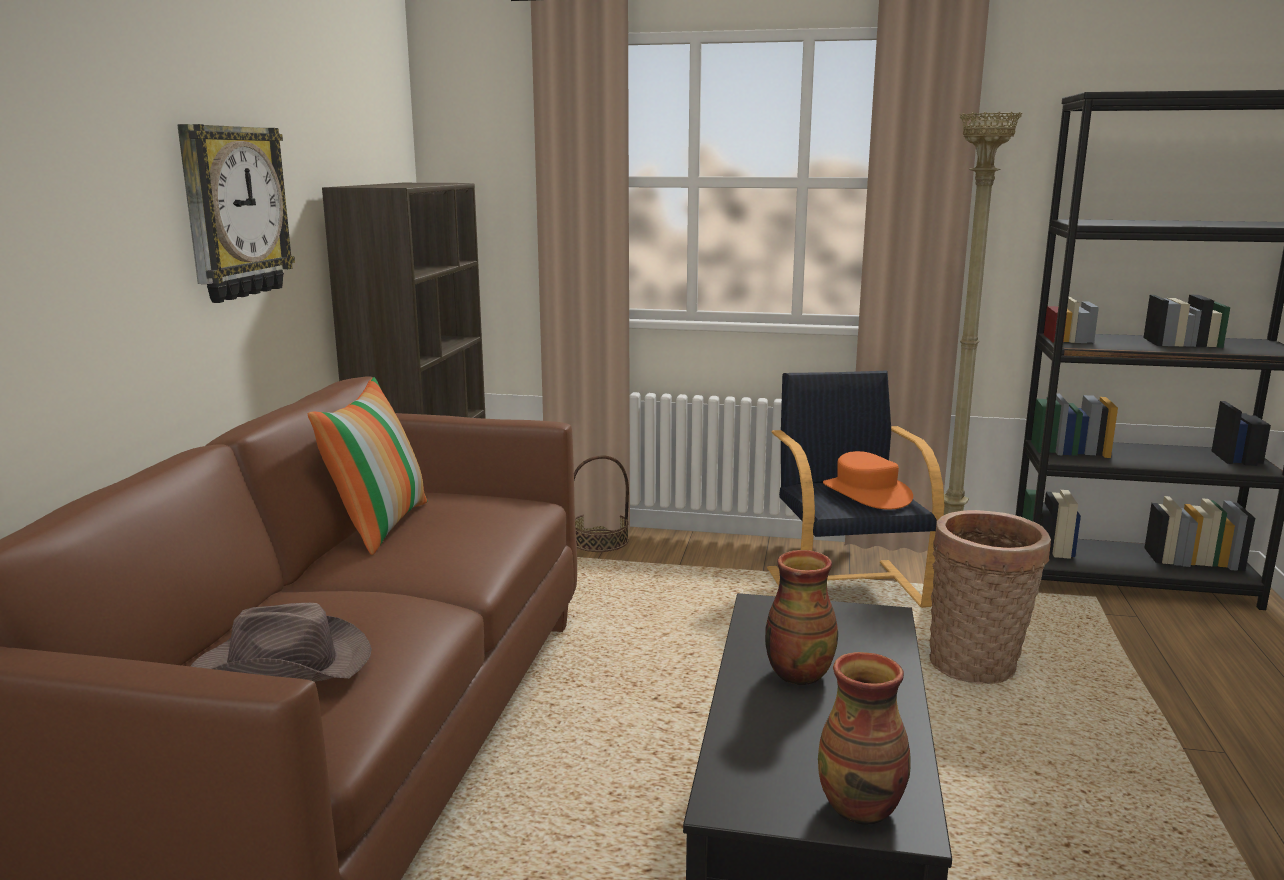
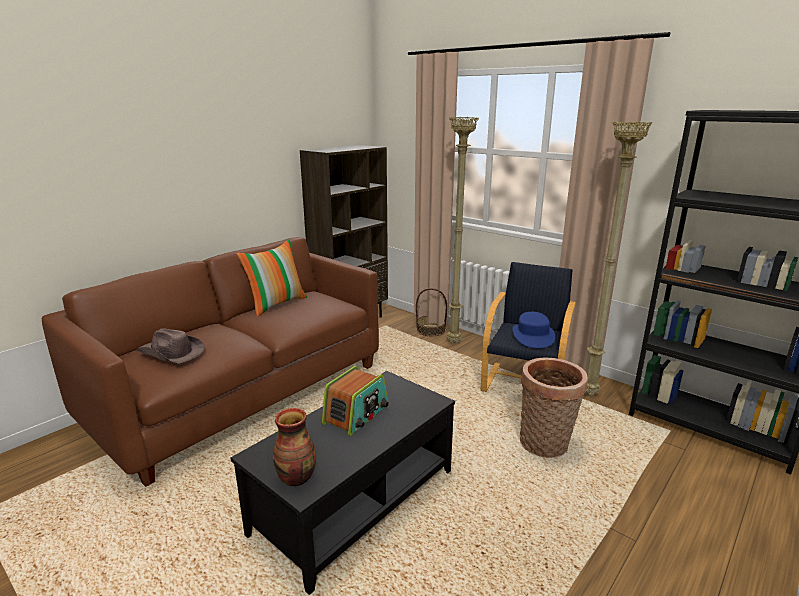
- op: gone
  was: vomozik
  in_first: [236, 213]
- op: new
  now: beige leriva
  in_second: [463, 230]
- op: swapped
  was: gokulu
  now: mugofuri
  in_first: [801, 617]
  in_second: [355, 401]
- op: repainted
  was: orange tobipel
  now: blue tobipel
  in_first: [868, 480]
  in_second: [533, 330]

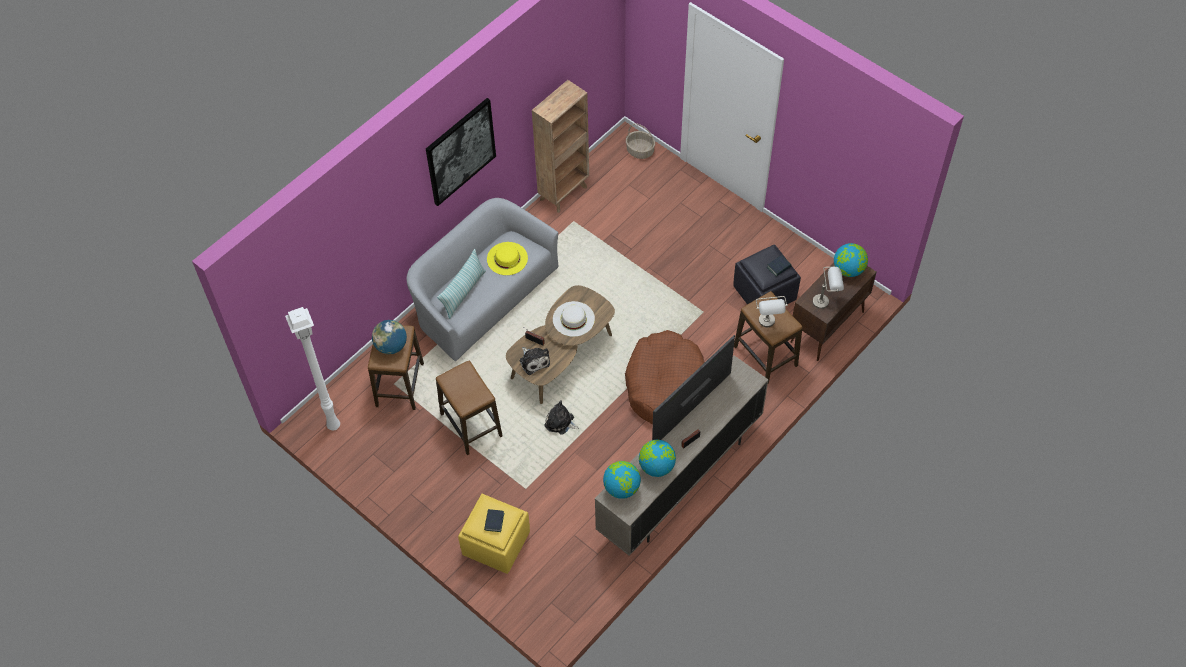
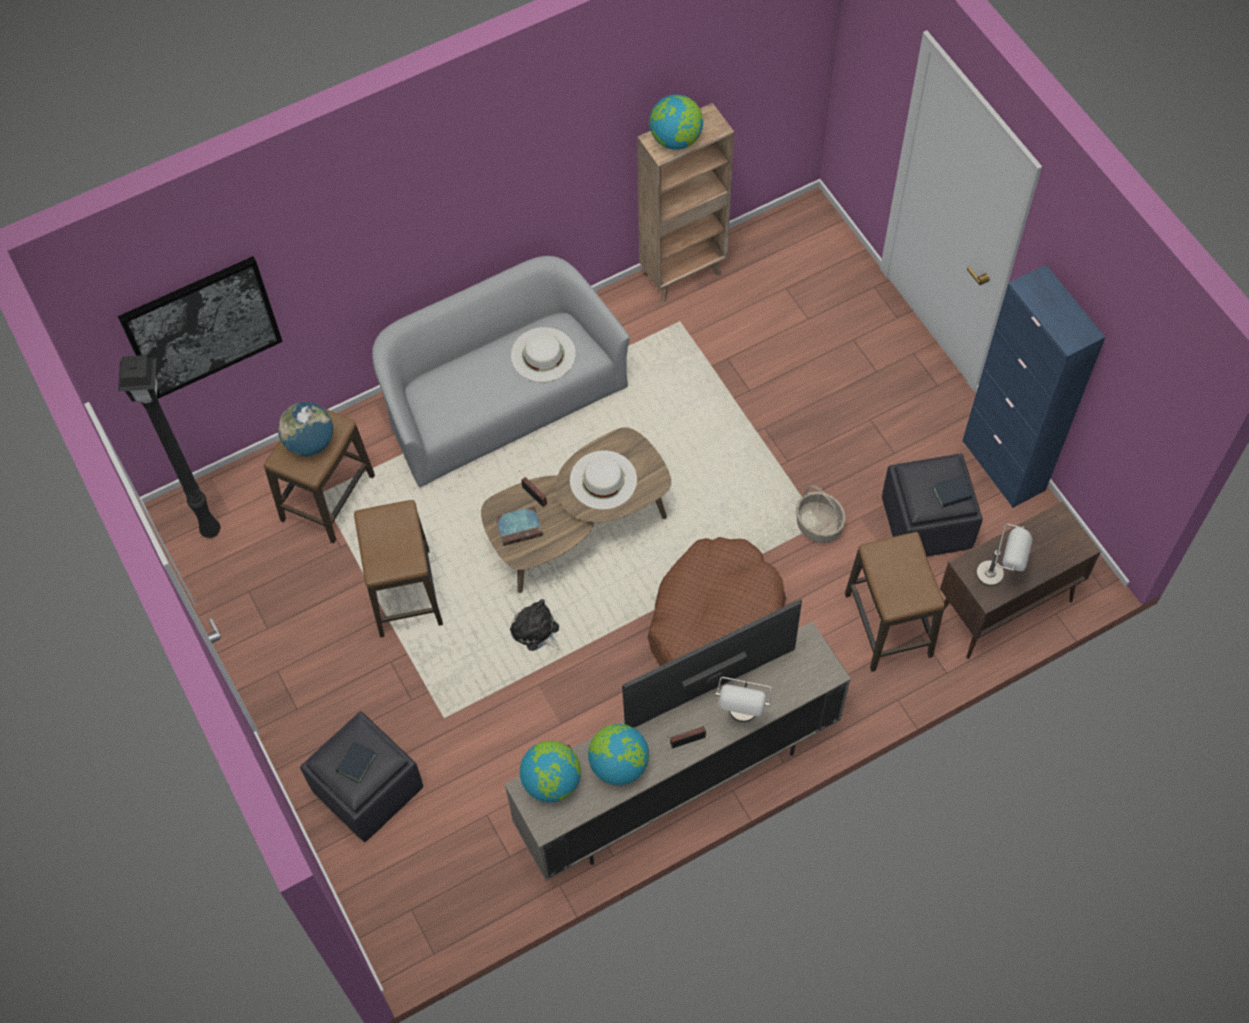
- op: gone
  was: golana
  in_first: [461, 284]
- op: new
  now: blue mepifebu
  in_second: [1033, 386]
- op: shifted
  was: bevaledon
  in_first: [461, 152]
  in_second: [200, 327]
- op: shifted
  was: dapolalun
  in_first: [640, 141]
  in_second: [821, 514]
- op: shifted
  was: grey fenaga
  in_first: [772, 311]
  in_second: [743, 699]
- op: shifted
  was: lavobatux
  in_first: [851, 260]
  in_second: [676, 122]
- op: swapped
  was: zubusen
  now: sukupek
  in_first: [534, 361]
  in_second: [519, 526]
- op: repainted
  was: white leriva
  now: black leriva
  in_first: [312, 369]
  in_second: [169, 446]
- op: repainted
  was: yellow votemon
  now: black votemon
  in_first: [494, 534]
  in_second: [361, 776]
- op: repainted
  was: yellow tobipel
  now: white tobipel
  in_first: [507, 258]
  in_second: [543, 354]

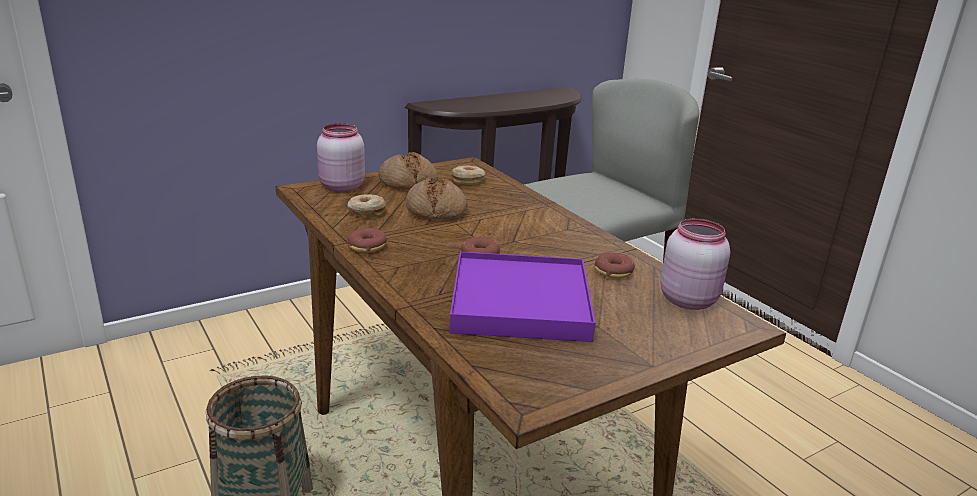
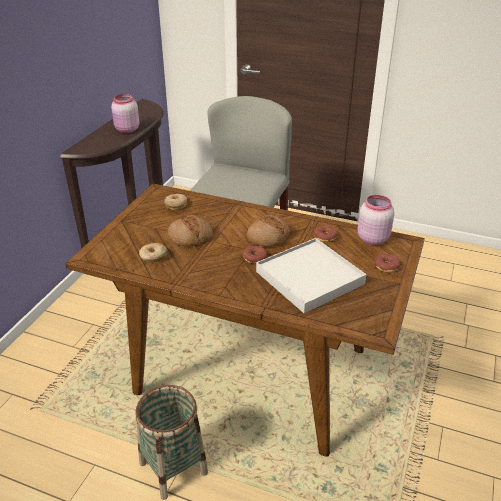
- op: shifted
  was: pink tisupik
  in_first: [341, 157]
  in_second: [125, 113]
- op: shifted
  was: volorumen
  in_first: [367, 240]
  in_second: [387, 263]
- op: shifted
  was: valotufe
  in_first: [408, 171]
  in_second: [268, 231]
- op: repainted
  was: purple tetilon
  now: white tetilon
  in_first: [522, 297]
  in_second: [311, 275]

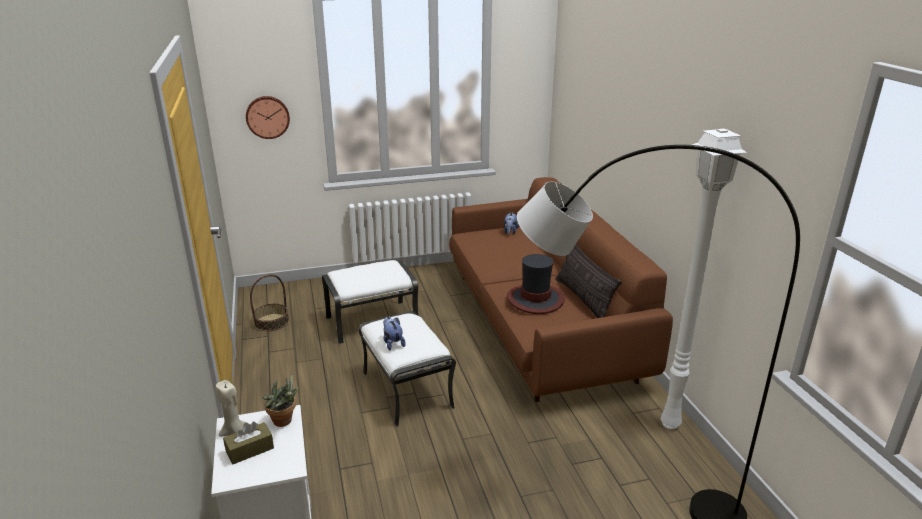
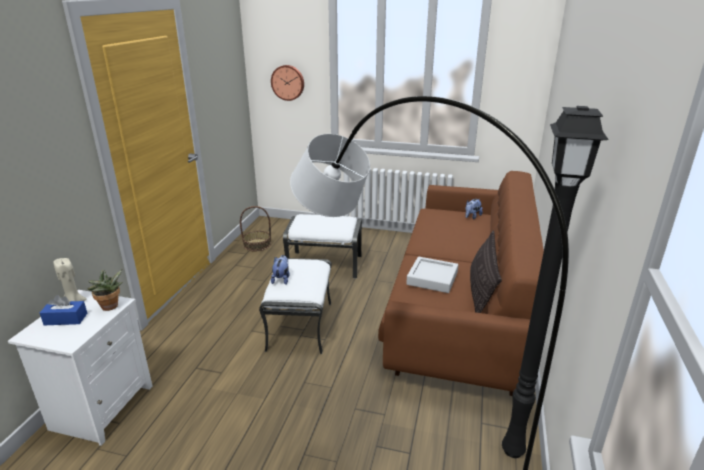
- op: swapped
  was: tobipel
  now: grey tetilon
  in_first: [536, 284]
  in_second: [432, 275]
- op: repainted
  was: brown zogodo
  now: blue zogodo
  in_first: [248, 443]
  in_second: [63, 310]
- op: repainted
  was: white leriva
  now: black leriva
  in_first: [704, 279]
  in_second: [555, 282]

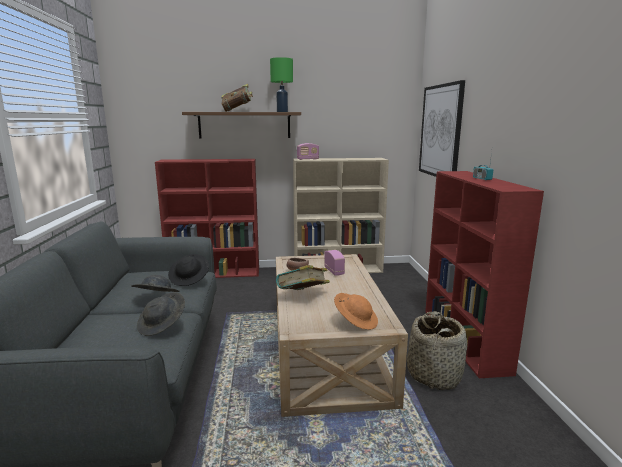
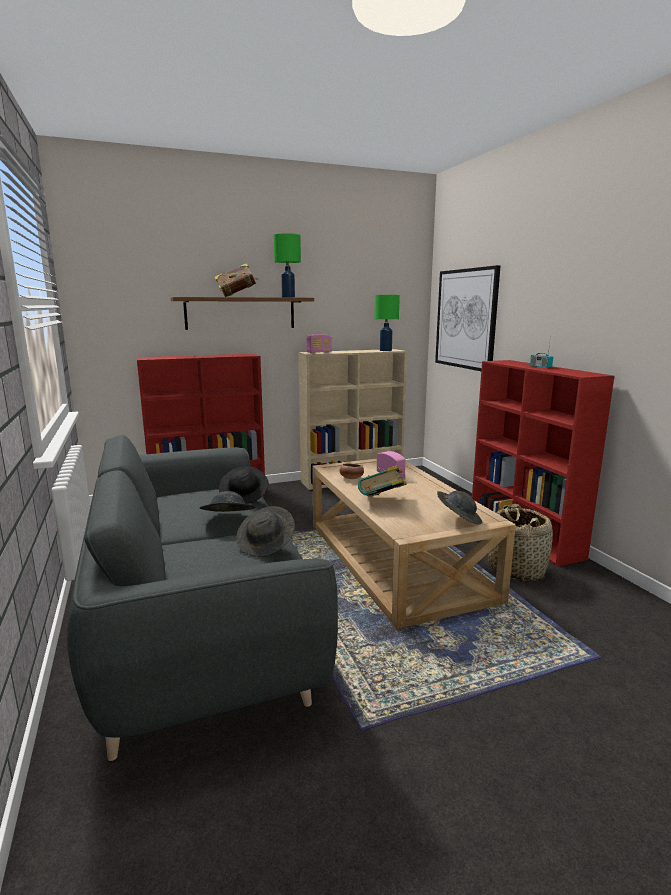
- op: new
  now: green fenaga
  in_second: [387, 323]
- op: repainted
  was: orange tobipel
  now: grey tobipel
  in_first: [356, 311]
  in_second: [459, 508]

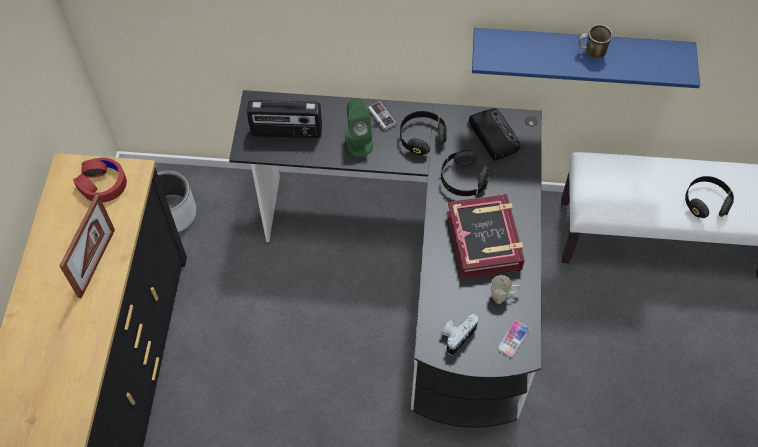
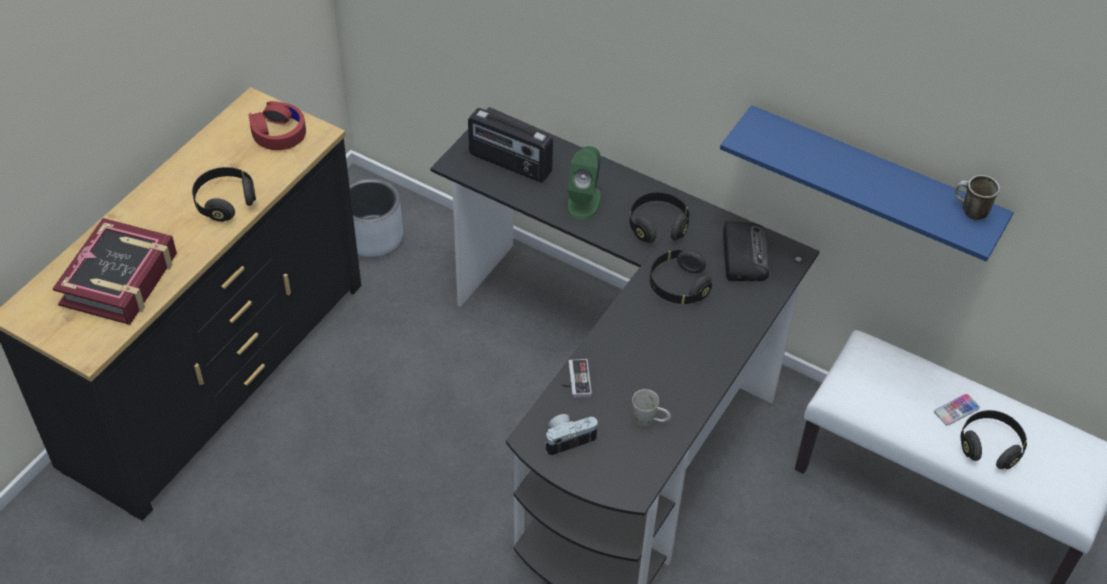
- op: shifted
  was: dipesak
  in_first: [382, 116]
  in_second: [577, 378]
- op: shifted
  was: sukupek
  in_first: [486, 236]
  in_second: [115, 271]
- op: shifted
  was: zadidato
  in_first: [513, 338]
  in_second: [957, 410]
- op: shifted
  was: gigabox
  in_first: [595, 41]
  in_second: [977, 197]
- op: swapped
  was: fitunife
  now: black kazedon
  in_first: [87, 247]
  in_second: [224, 194]

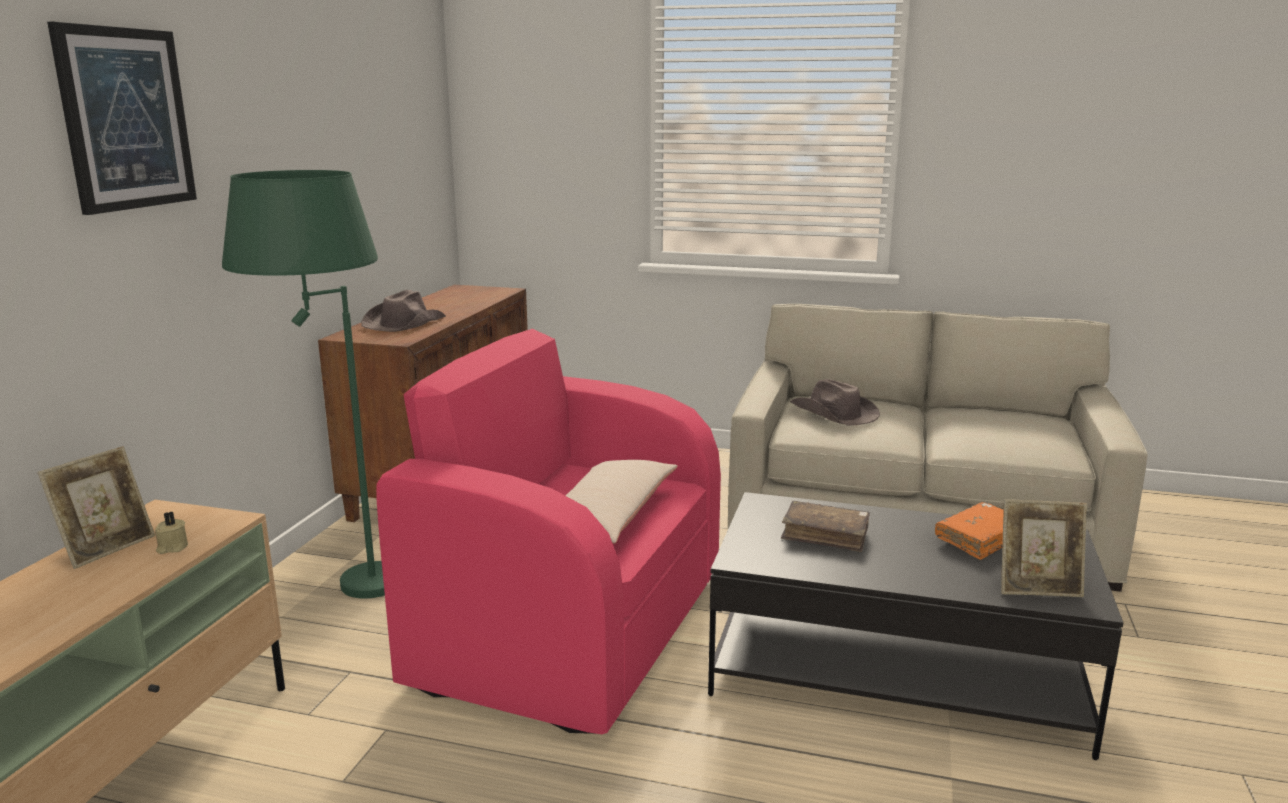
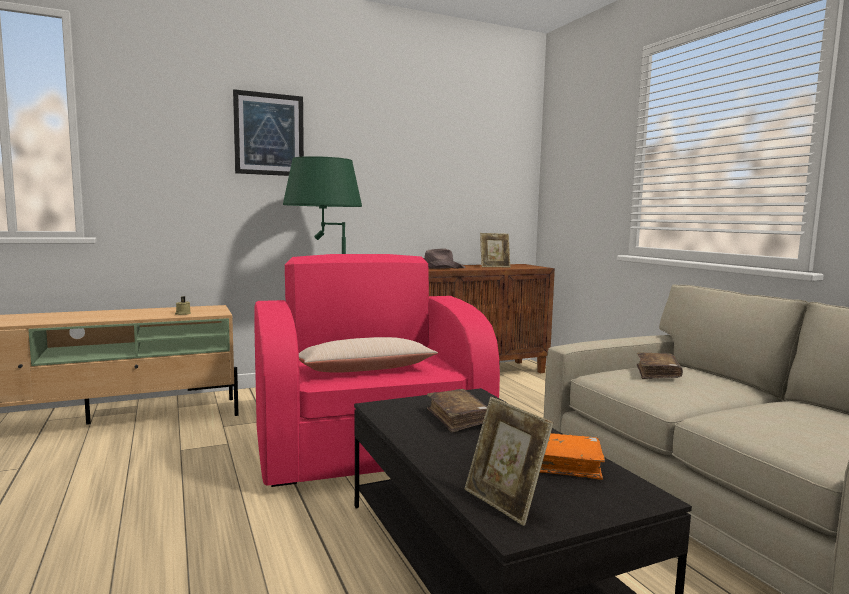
- op: shifted
  was: fitunife
  in_first: [96, 507]
  in_second: [495, 250]
- op: swapped
  was: brown tobipel
  now: brown sukupek
  in_first: [835, 402]
  in_second: [660, 365]

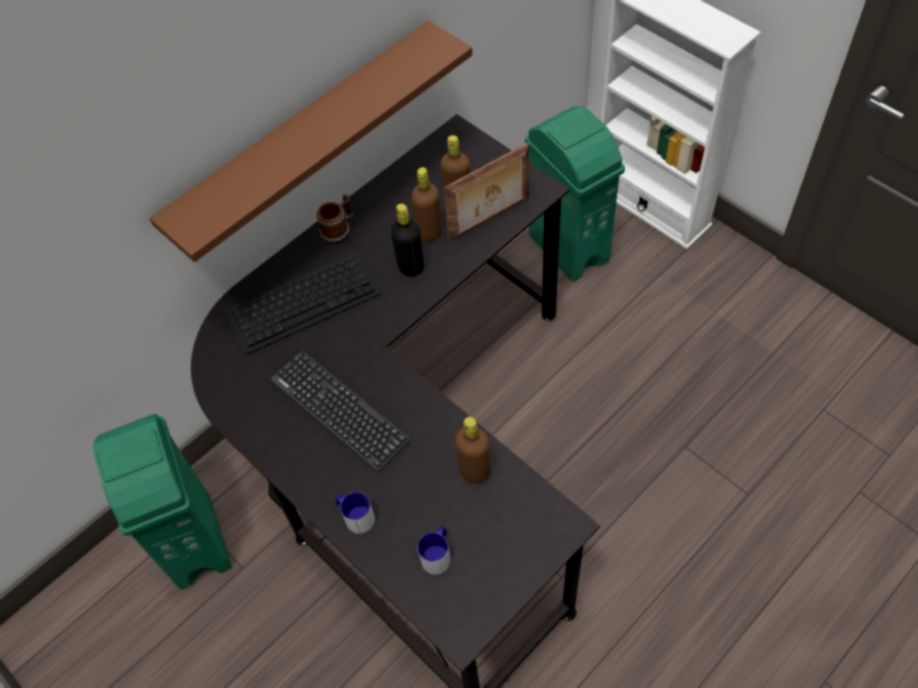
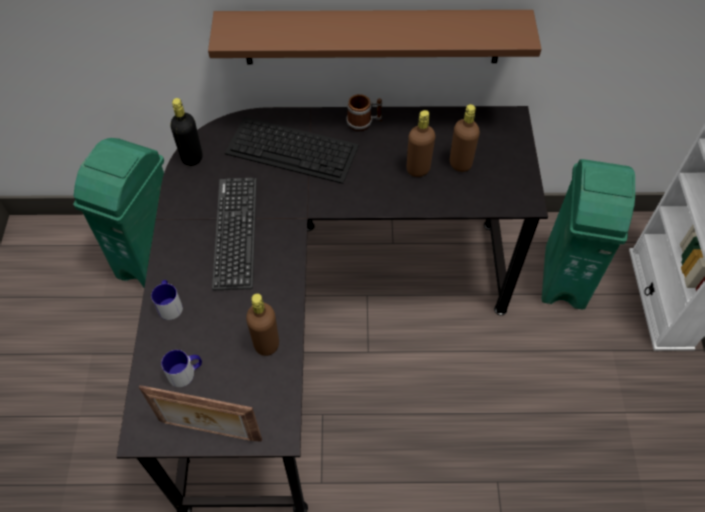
- op: shifted
  was: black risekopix
  in_first: [407, 240]
  in_second: [186, 132]
- op: shifted
  was: fitunife
  in_first: [486, 191]
  in_second: [200, 413]

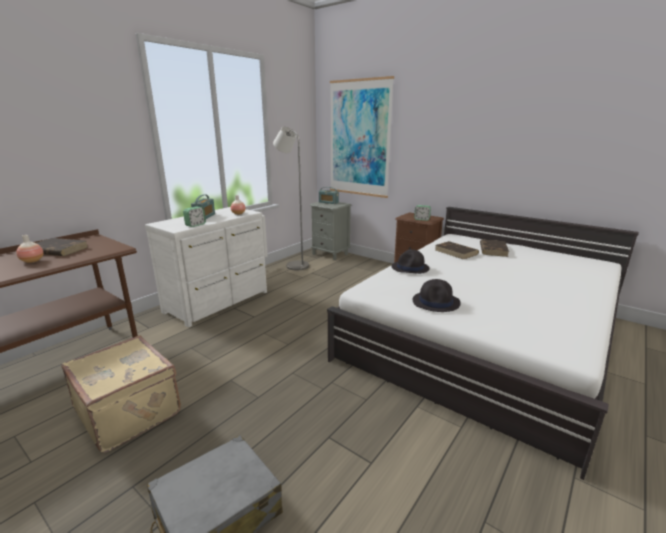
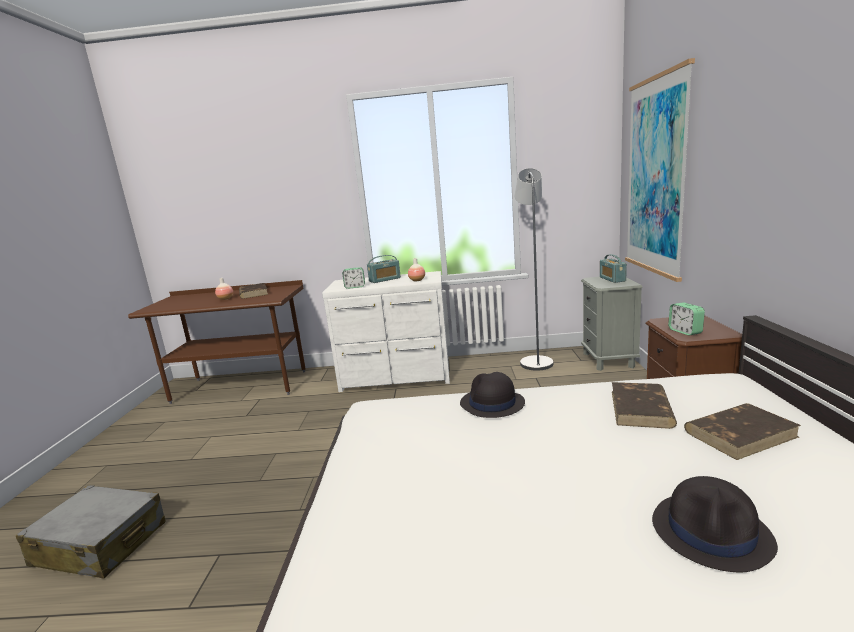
- op: gone
  was: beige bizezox
  in_first: [121, 394]
- op: shifted
  was: black tobipel
  in_first: [437, 295]
  in_second: [715, 524]

